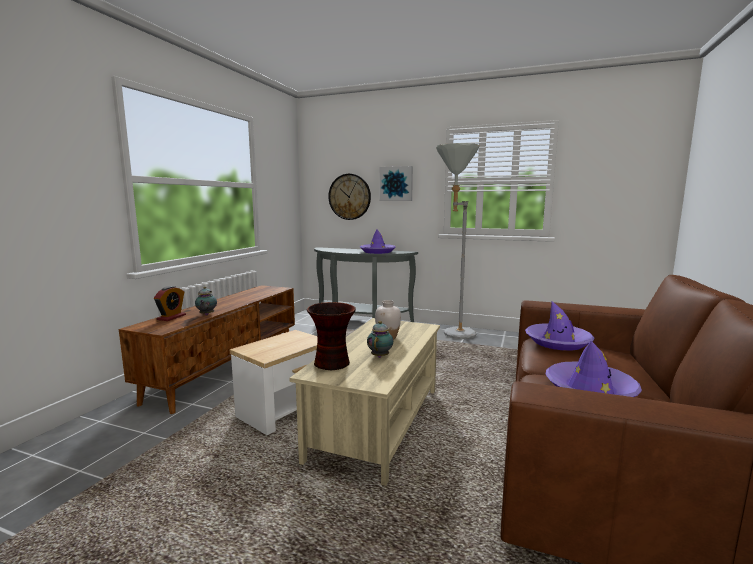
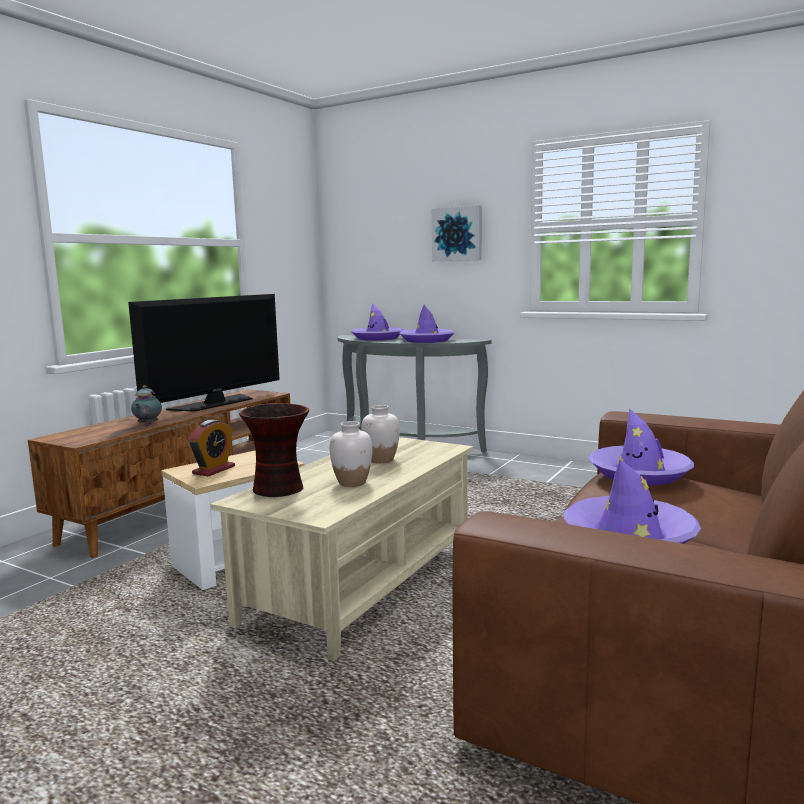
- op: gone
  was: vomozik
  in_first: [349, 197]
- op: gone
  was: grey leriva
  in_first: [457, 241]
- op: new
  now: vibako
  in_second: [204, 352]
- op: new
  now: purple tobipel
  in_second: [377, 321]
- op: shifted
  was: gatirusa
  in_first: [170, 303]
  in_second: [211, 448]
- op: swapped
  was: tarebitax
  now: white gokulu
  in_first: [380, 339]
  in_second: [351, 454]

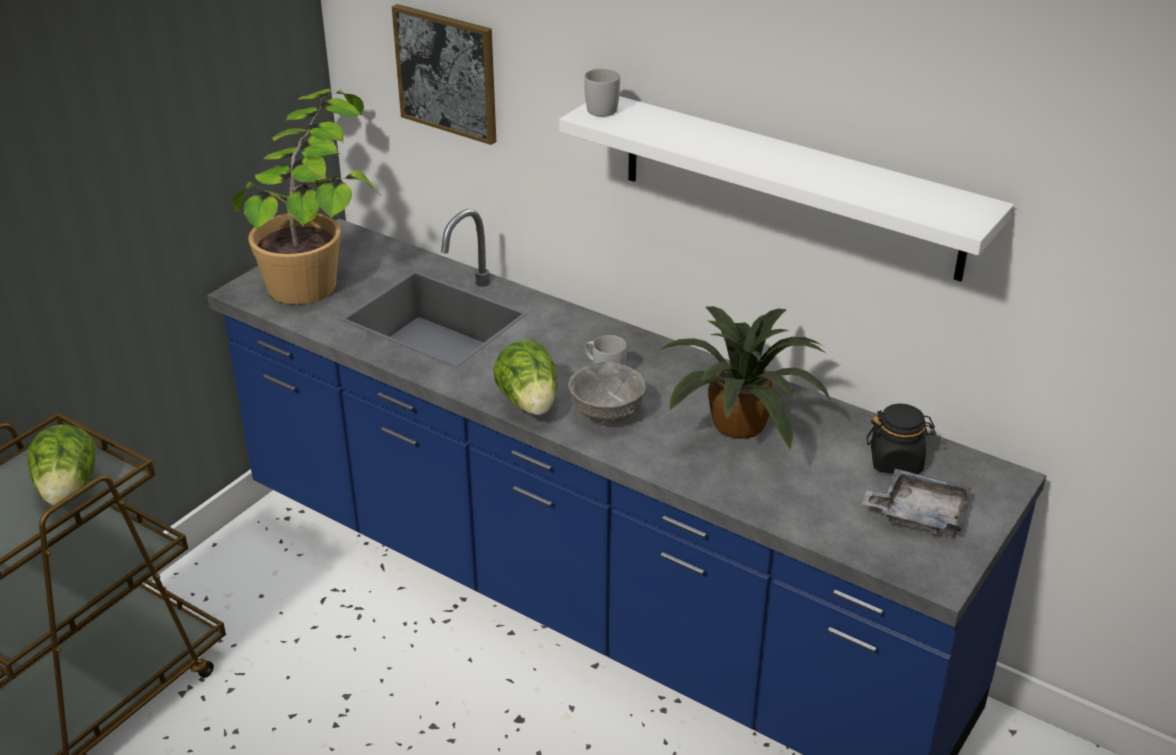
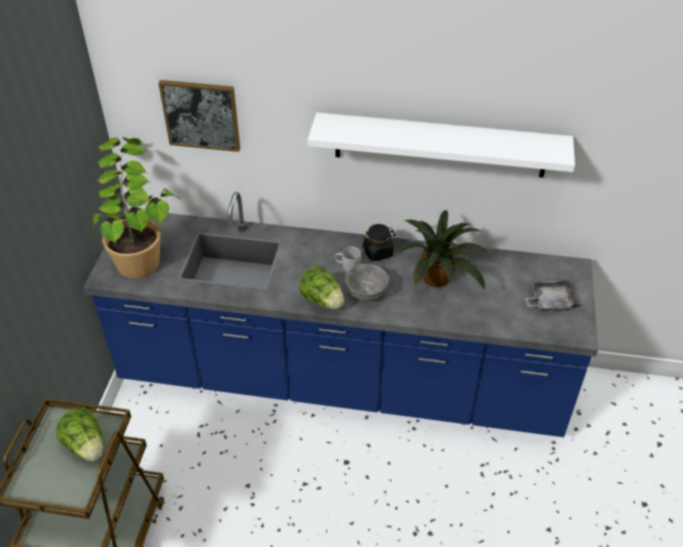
- op: gone
  was: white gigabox
  in_first: [602, 93]
- op: shifted
  was: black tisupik
  in_first: [901, 439]
  in_second: [379, 242]

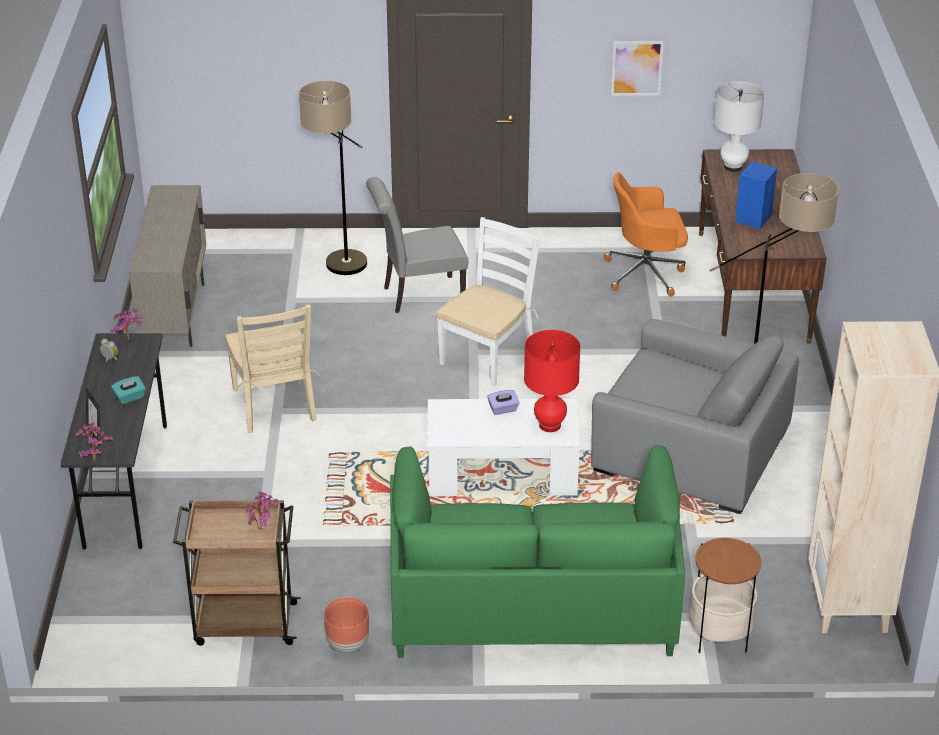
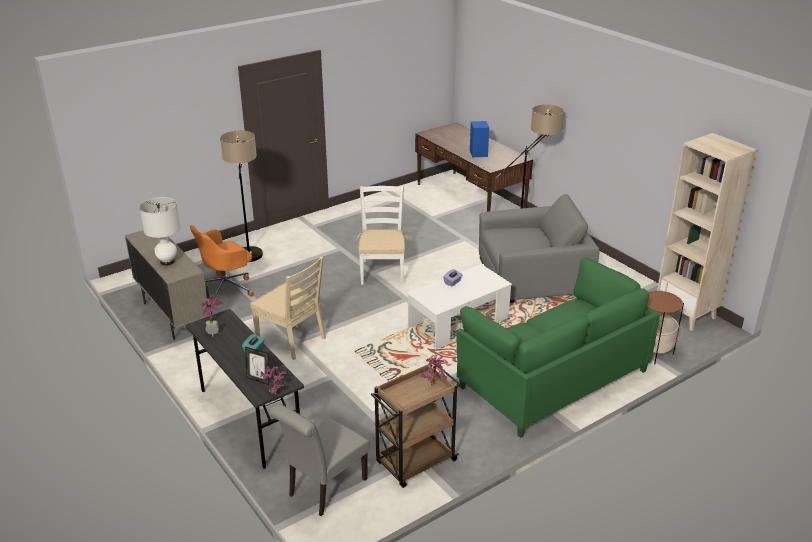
- op: gone
  was: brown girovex
  in_first: [346, 625]
- op: gone
  was: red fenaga
  in_first: [552, 381]
- op: gone
  was: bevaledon
  in_first: [637, 68]
- op: shifted
  was: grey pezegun
  in_first: [417, 245]
  in_second: [319, 460]
- op: shifted
  was: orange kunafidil
  in_first: [646, 234]
  in_second: [222, 265]
- op: shifted
  was: white fenaga
  in_first: [739, 126]
  in_second: [160, 231]

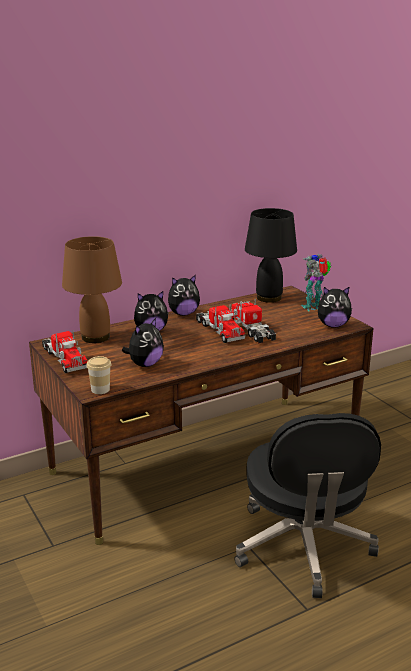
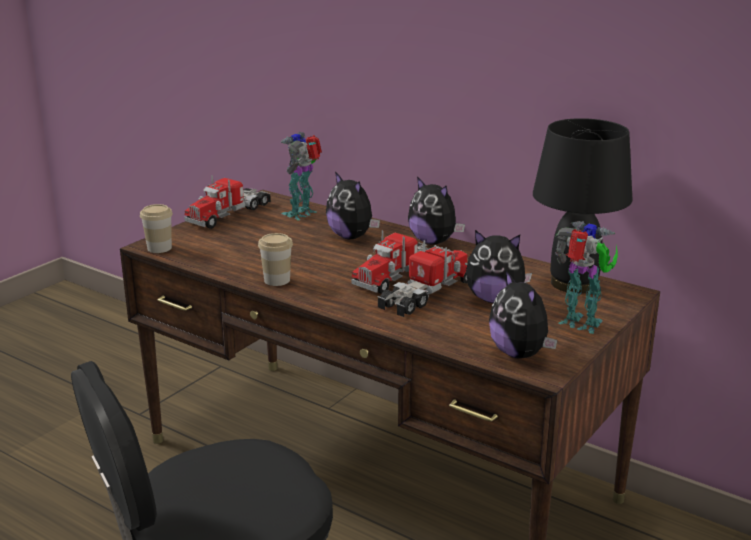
- op: new
  now: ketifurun
  in_second: [275, 259]
- op: shifted
  was: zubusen
  in_first: [143, 342]
  in_second: [499, 266]
- op: swapped
  was: brown fenaga
  now: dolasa
  in_first: [92, 289]
  in_second: [301, 176]

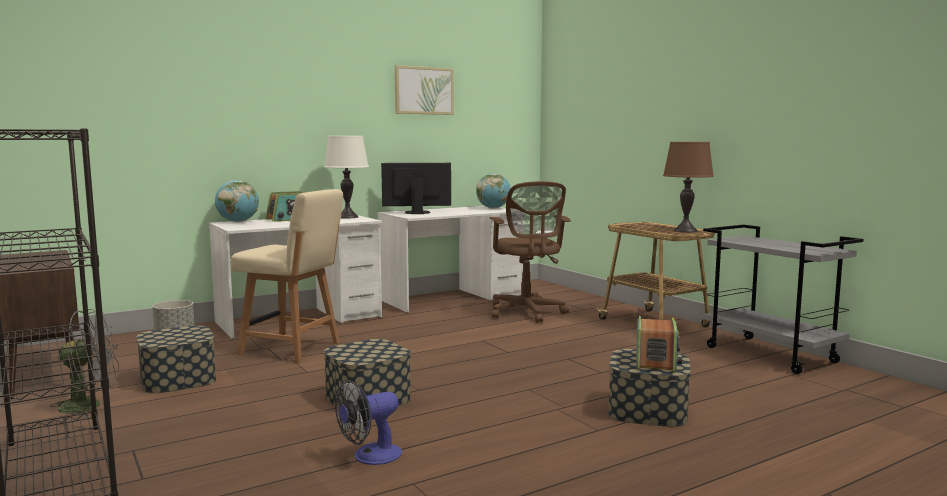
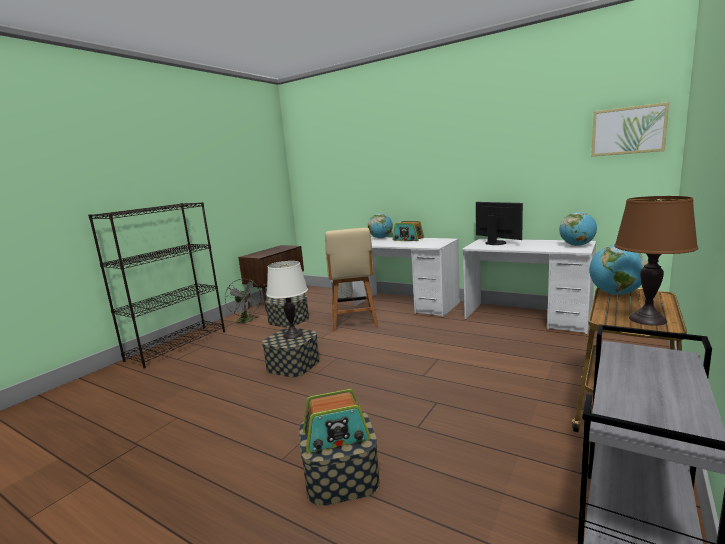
- op: gone
  was: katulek
  in_first: [368, 422]
- op: gone
  was: brown kunafidil
  in_first: [530, 252]
- op: new
  now: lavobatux
  in_second: [618, 270]
- op: shifted
  was: white fenaga
  in_first: [346, 177]
  in_second: [287, 300]
- op: shifted
  was: bevaledon
  in_first: [424, 90]
  in_second: [630, 129]

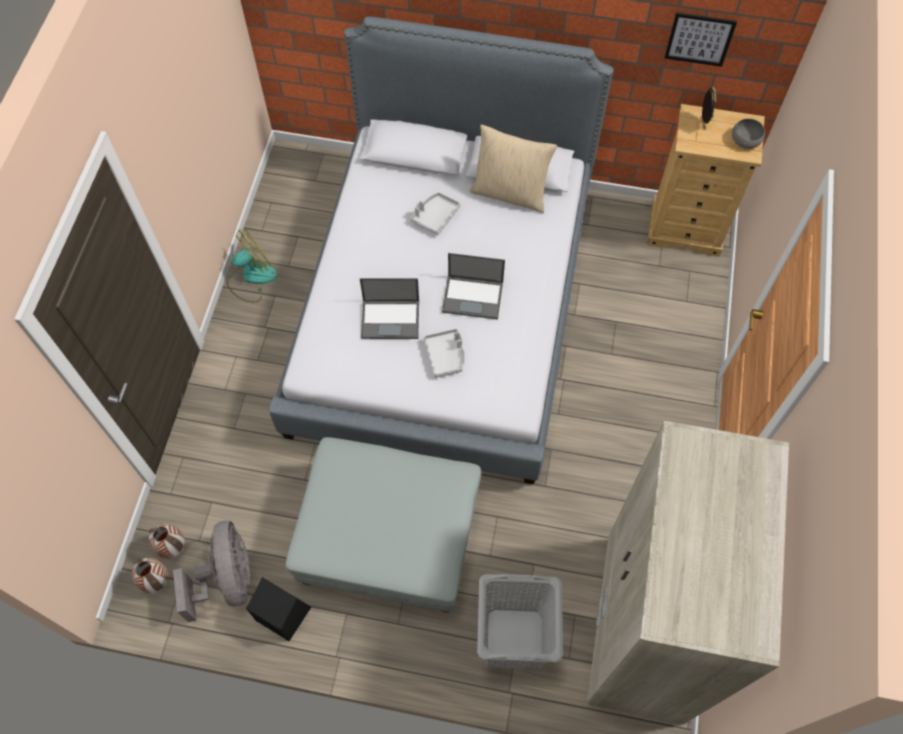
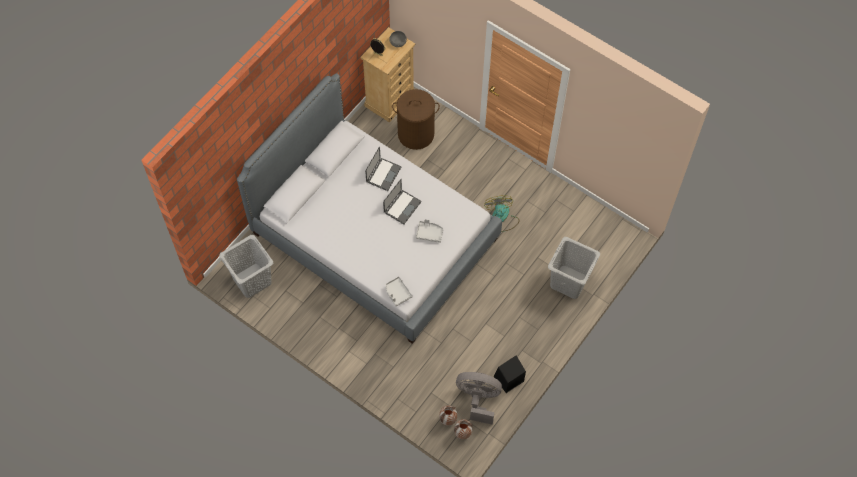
- op: gone
  was: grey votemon
  in_first: [383, 525]
- op: gone
  was: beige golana
  in_first: [513, 169]
- op: gone
  was: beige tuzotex
  in_first: [688, 572]
- op: gone
  was: bevaledon
  in_first: [700, 39]
- op: new
  now: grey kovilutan
  in_second: [246, 266]
- op: new
  now: brown kovilutan
  in_second: [416, 119]
- op: shifted
  was: katulek
  in_first: [252, 265]
  in_second: [502, 213]
- op: shifted
  was: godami
  in_first: [389, 308]
  in_second: [383, 168]
- op: shifted
  was: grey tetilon
  in_first: [435, 214]
  in_second: [399, 291]

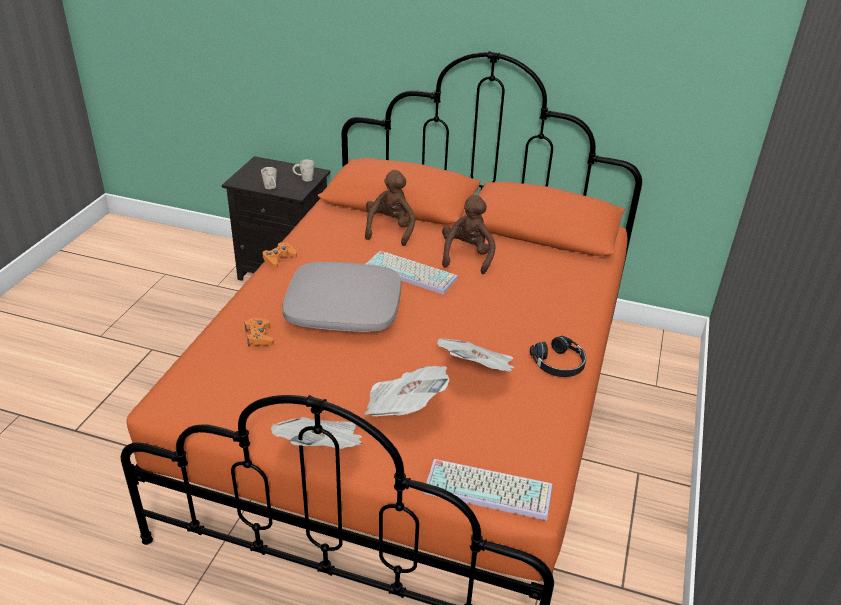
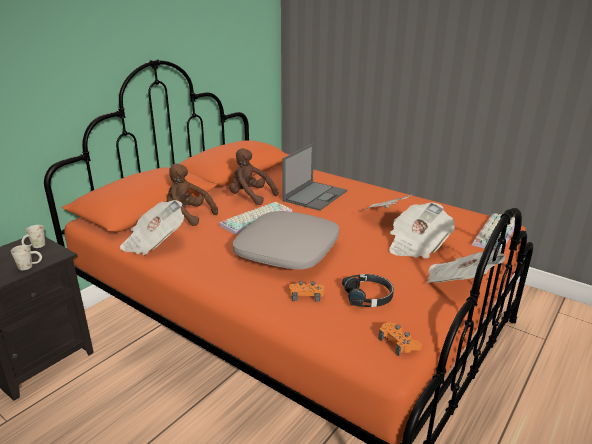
- op: new
  now: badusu
  in_second: [152, 227]
- op: new
  now: godami
  in_second: [314, 177]
- op: shifted
  was: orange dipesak
  in_first: [279, 255]
  in_second: [400, 339]
- op: shifted
  was: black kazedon
  in_first: [558, 356]
  in_second: [368, 290]

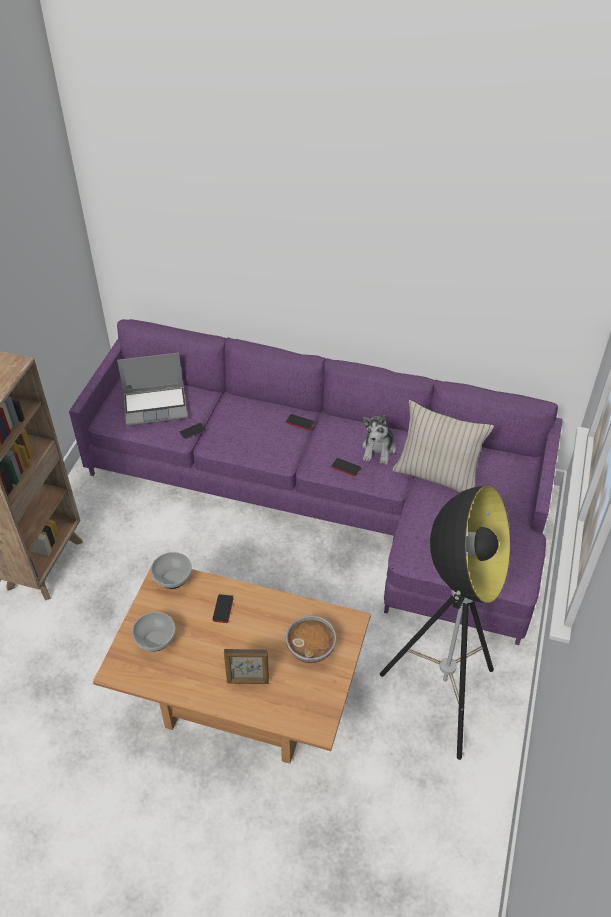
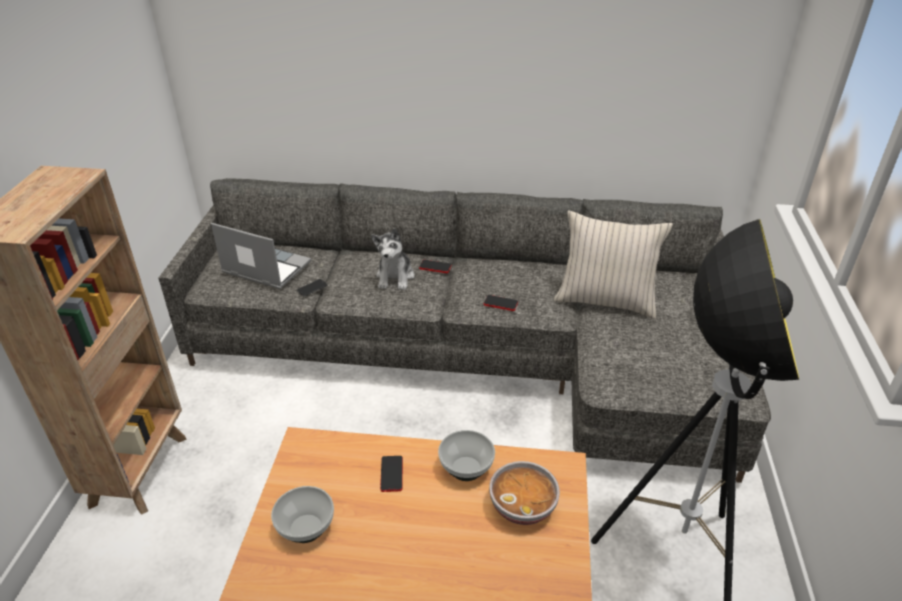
- op: gone
  was: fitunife
  in_first: [246, 666]
- op: shifted
  was: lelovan
  in_first: [171, 570]
  in_second: [466, 455]
- op: shifted
  was: zubusen
  in_first: [379, 440]
  in_second: [393, 259]
- op: repainted
  was: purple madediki
  now: grey madediki
  in_first: [315, 482]
  in_second: [464, 330]
- op: rotated
  was: godami
  in_first: [152, 389]
  in_second: [261, 256]
  clockwise: -135

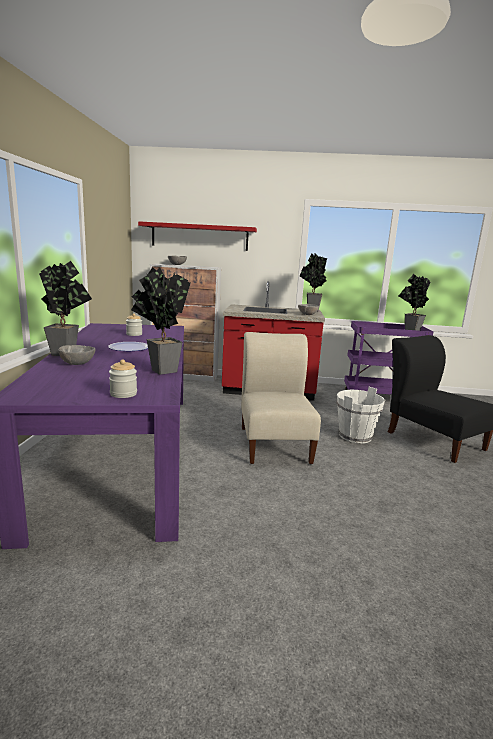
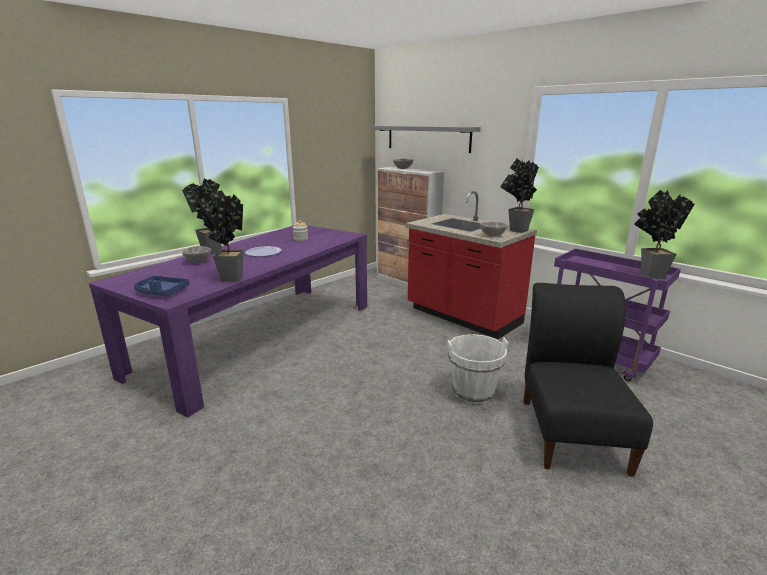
- op: gone
  was: beige pezegun
  in_first: [281, 398]
- op: swapped
  was: tisupik
  now: blue tetilon
  in_first: [123, 379]
  in_second: [162, 286]
- op: repainted
  was: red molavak
  now: grey molavak
  in_first: [197, 236]
  in_second: [426, 139]

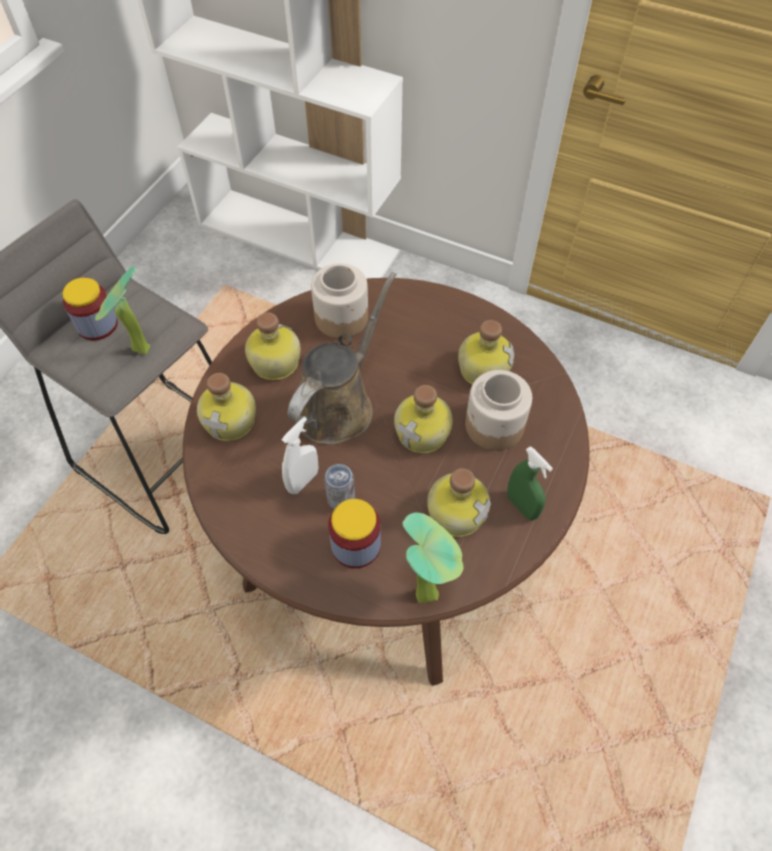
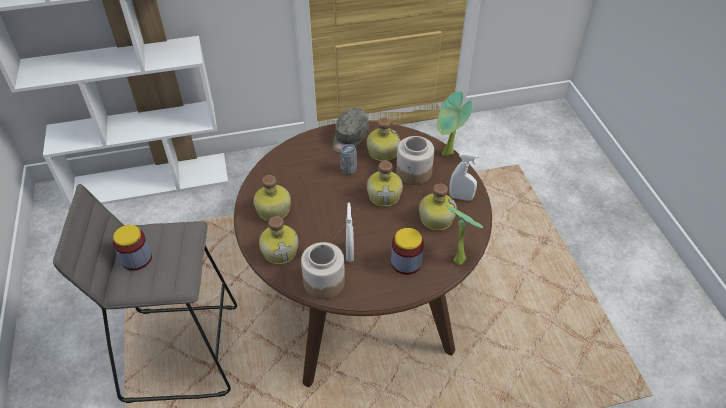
- op: gone
  was: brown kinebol
  in_first: [342, 358]
- op: new
  now: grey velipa
  in_second: [351, 130]
- op: shifted
  was: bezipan
  in_first: [122, 310]
  in_second: [454, 123]
- op: shifted
  was: tisupik
  in_first: [339, 301]
  in_second: [323, 270]
- op: shifted
  was: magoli
  in_first: [339, 486]
  in_second: [348, 159]
- op: repainted
  was: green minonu
  now: white minonu
  in_first: [530, 483]
  in_second: [464, 177]

